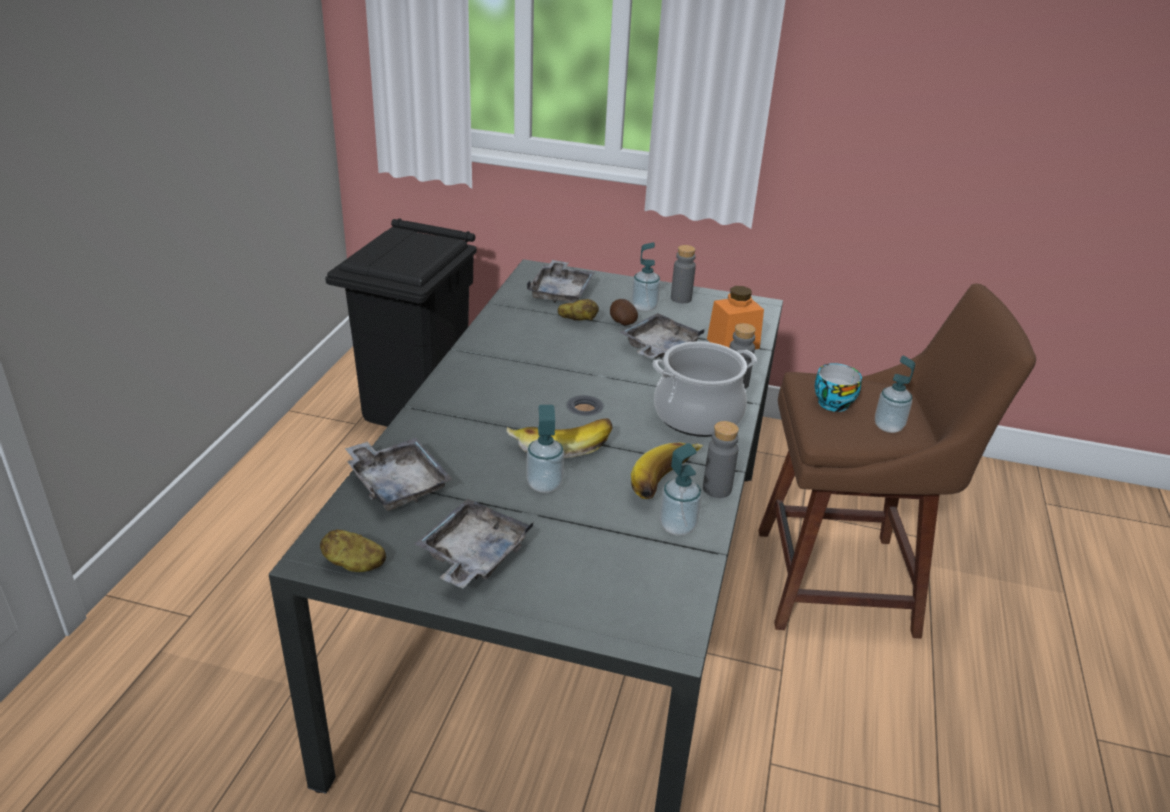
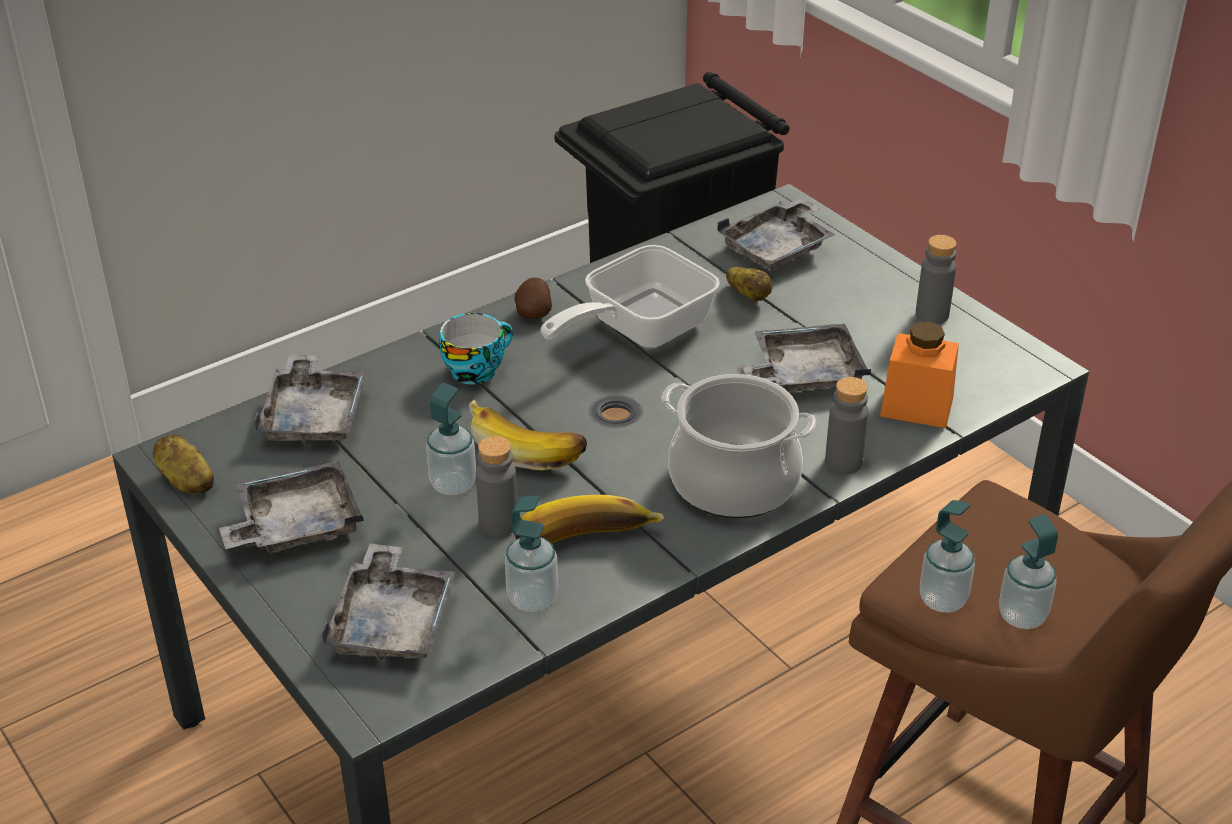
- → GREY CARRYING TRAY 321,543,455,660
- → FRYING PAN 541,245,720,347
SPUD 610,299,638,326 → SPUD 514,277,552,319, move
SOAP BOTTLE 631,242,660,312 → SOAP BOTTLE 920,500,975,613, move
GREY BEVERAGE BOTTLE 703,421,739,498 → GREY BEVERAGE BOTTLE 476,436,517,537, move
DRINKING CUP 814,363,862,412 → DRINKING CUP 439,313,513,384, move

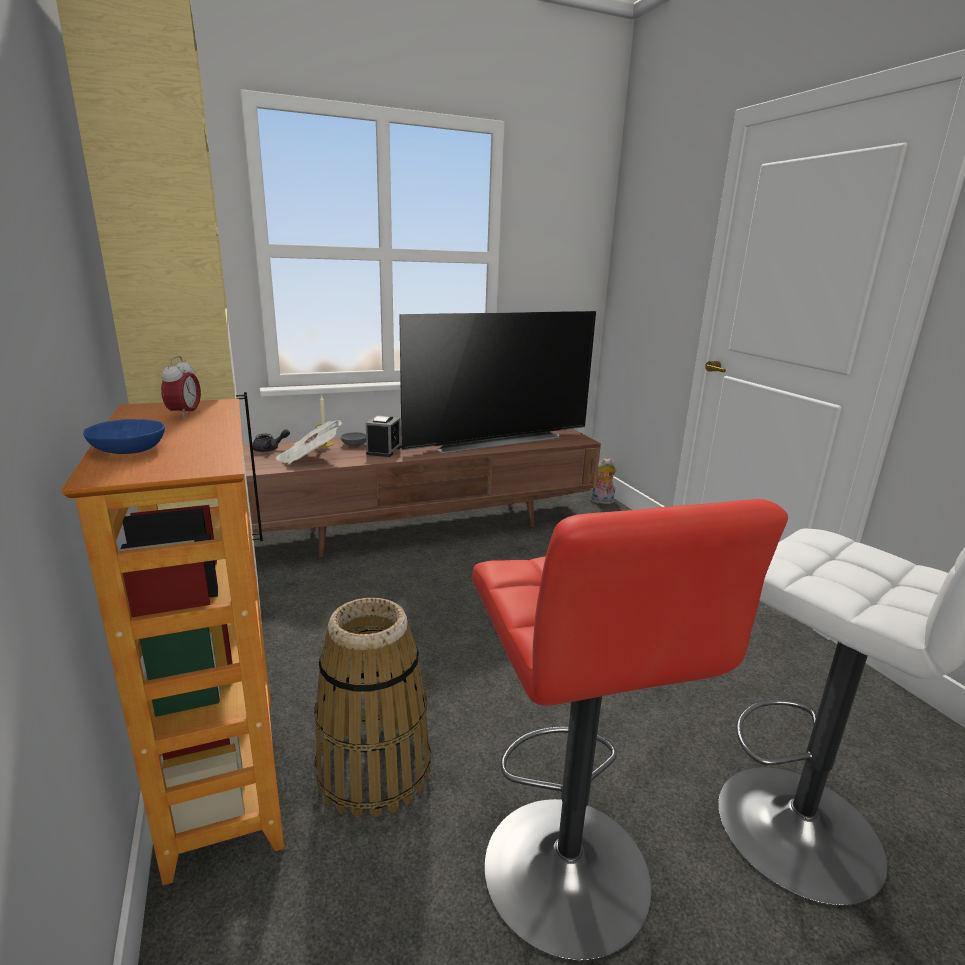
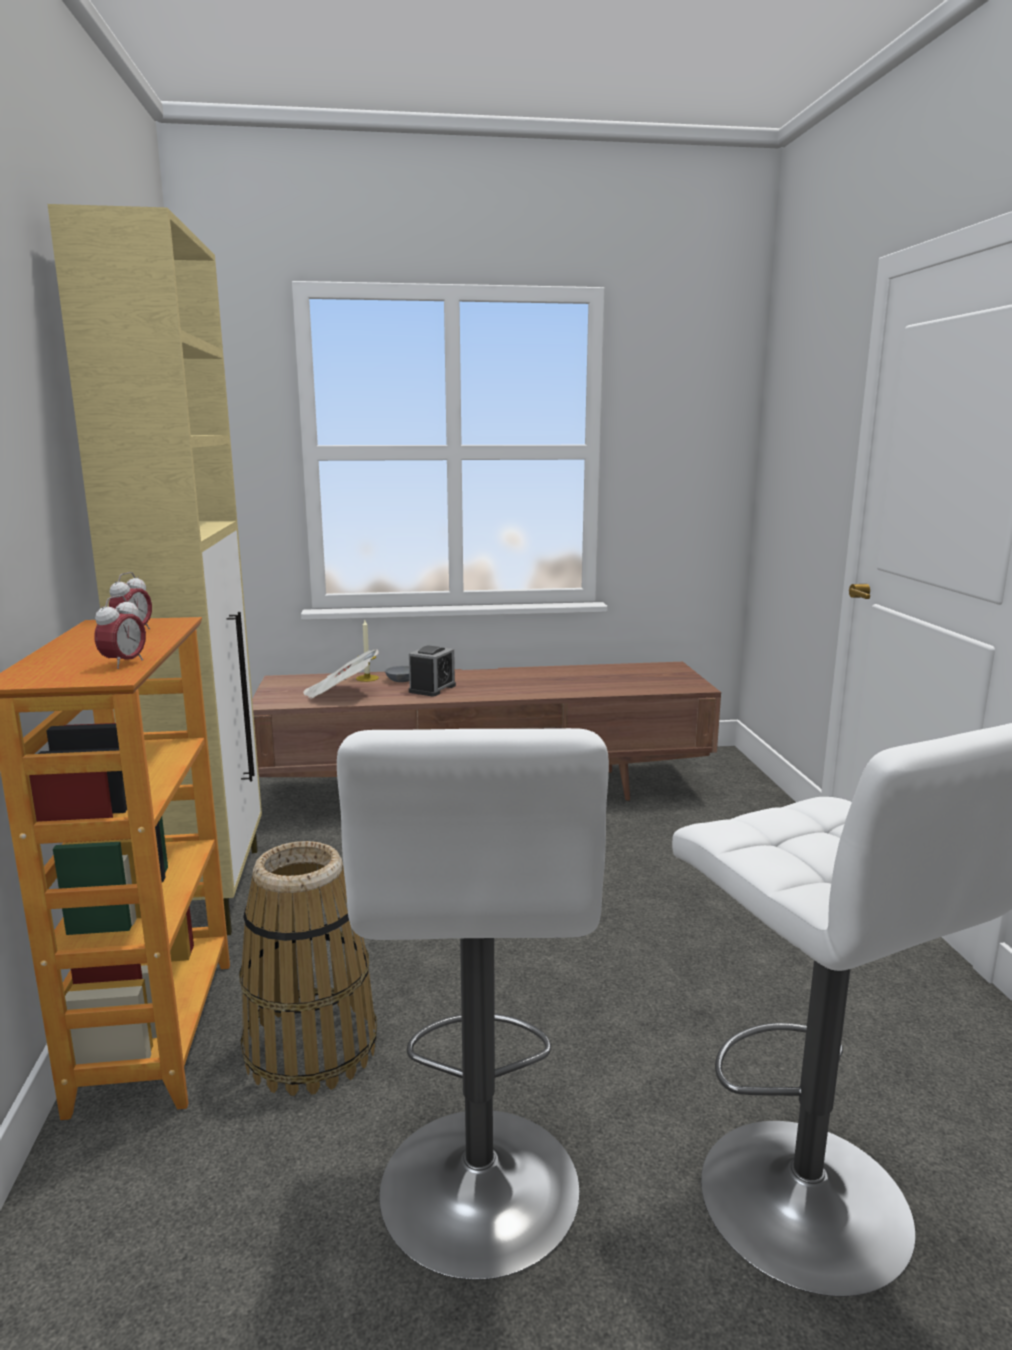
BLUISH SERVING BOWL 83,419,165,454 → -
GREY TEA POT 252,429,290,452 → -
TV 399,311,596,453 → -
PLUSH TOY 591,458,616,504 → -
- → BEDSIDE CLOCK 95,595,146,669
RED STOOL SEAT 472,499,788,960 → WHITE-COLOURED STOOL SEAT 337,728,609,1280

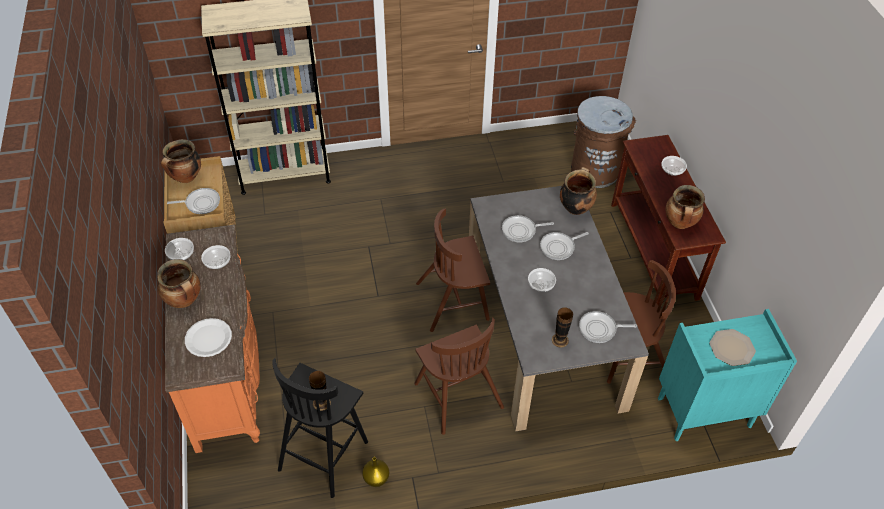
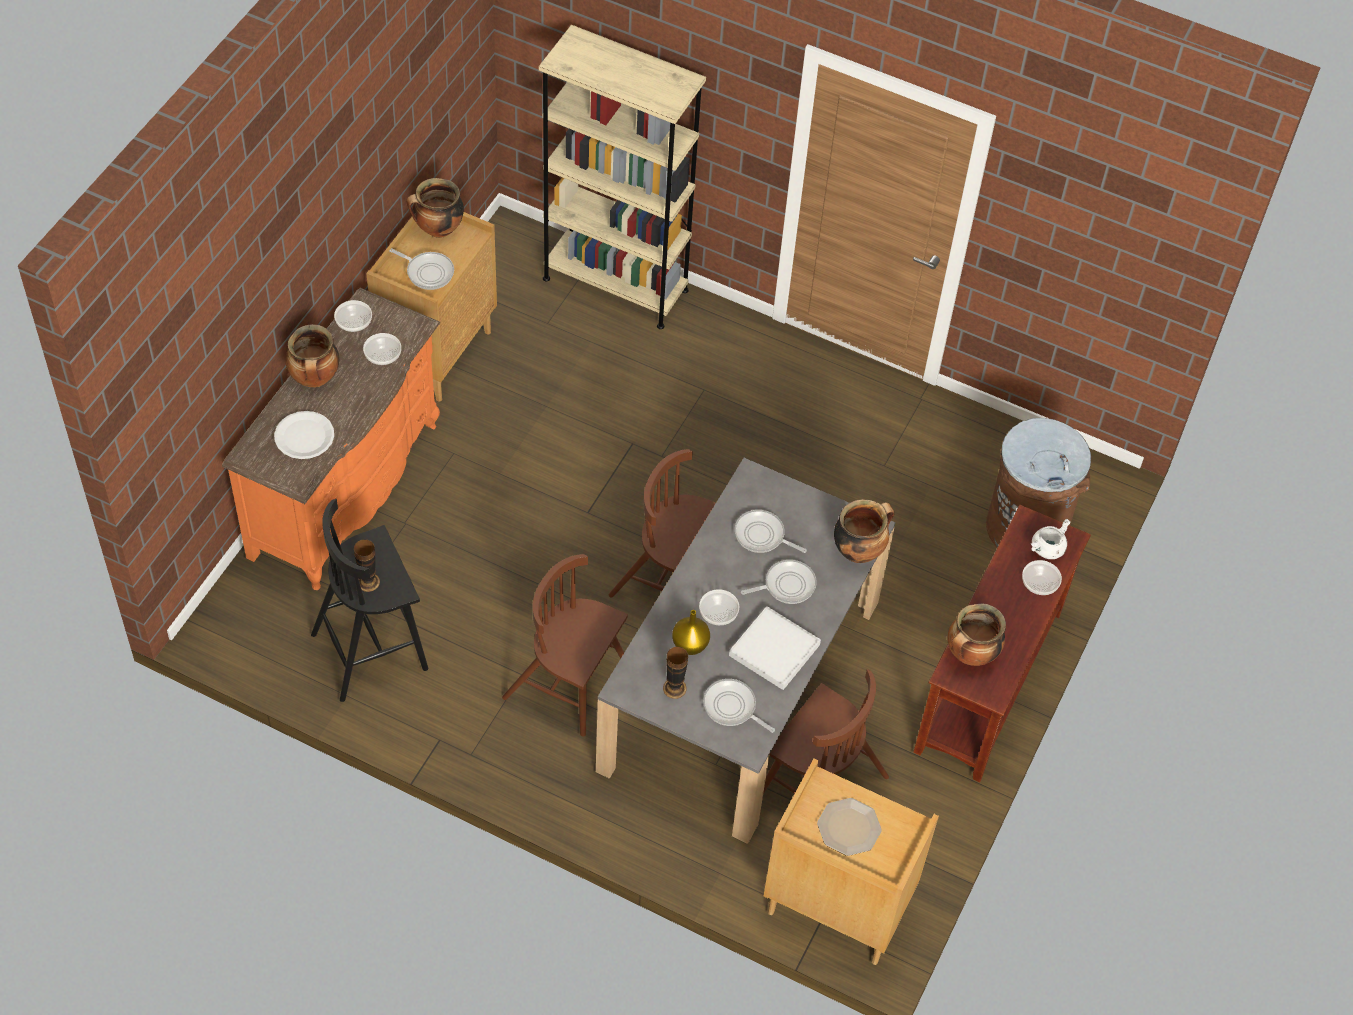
- → WHITE-COLOURED CARRYING TRAY 729,606,821,690
- → WHITE-COLOURED STOCKPOT 1031,518,1071,559
YELLOWISH VASE 362,457,389,487 → YELLOWISH VASE 672,610,710,655, move
BLUE-GREEN STORAGE CABINET 658,309,797,441 → BROWN STORAGE CABINET 764,759,939,965
BROWN UPRIGHT CHAIR 414,317,504,435 → BROWN UPRIGHT CHAIR 502,554,628,736, 105 degrees clockwise
FRYING PAN 540,232,589,260 → FRYING PAN 741,560,817,604, 150 degrees clockwise

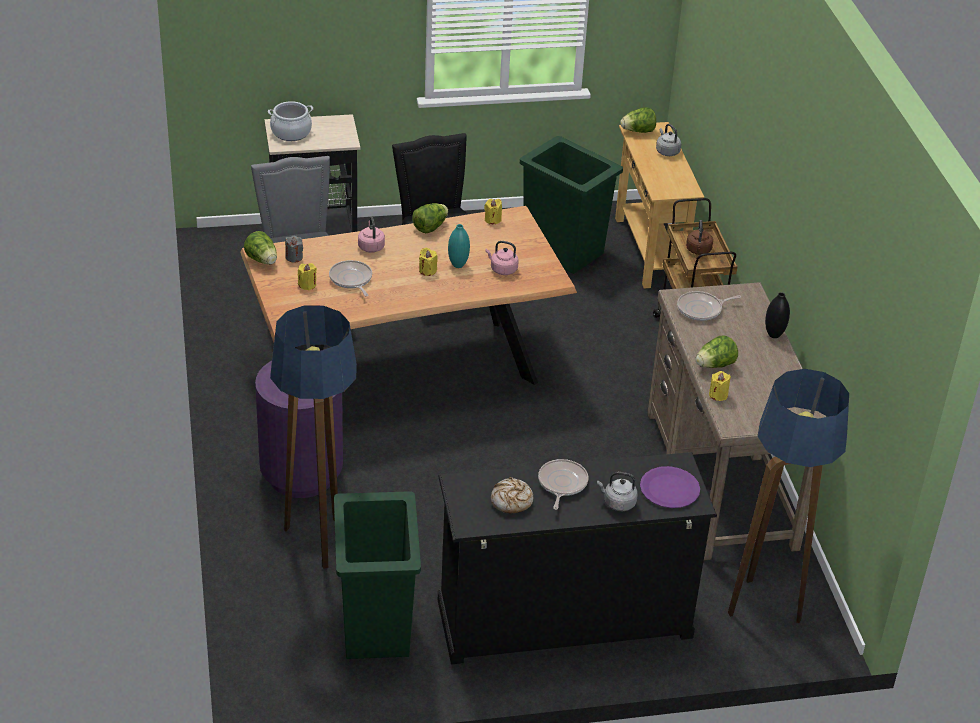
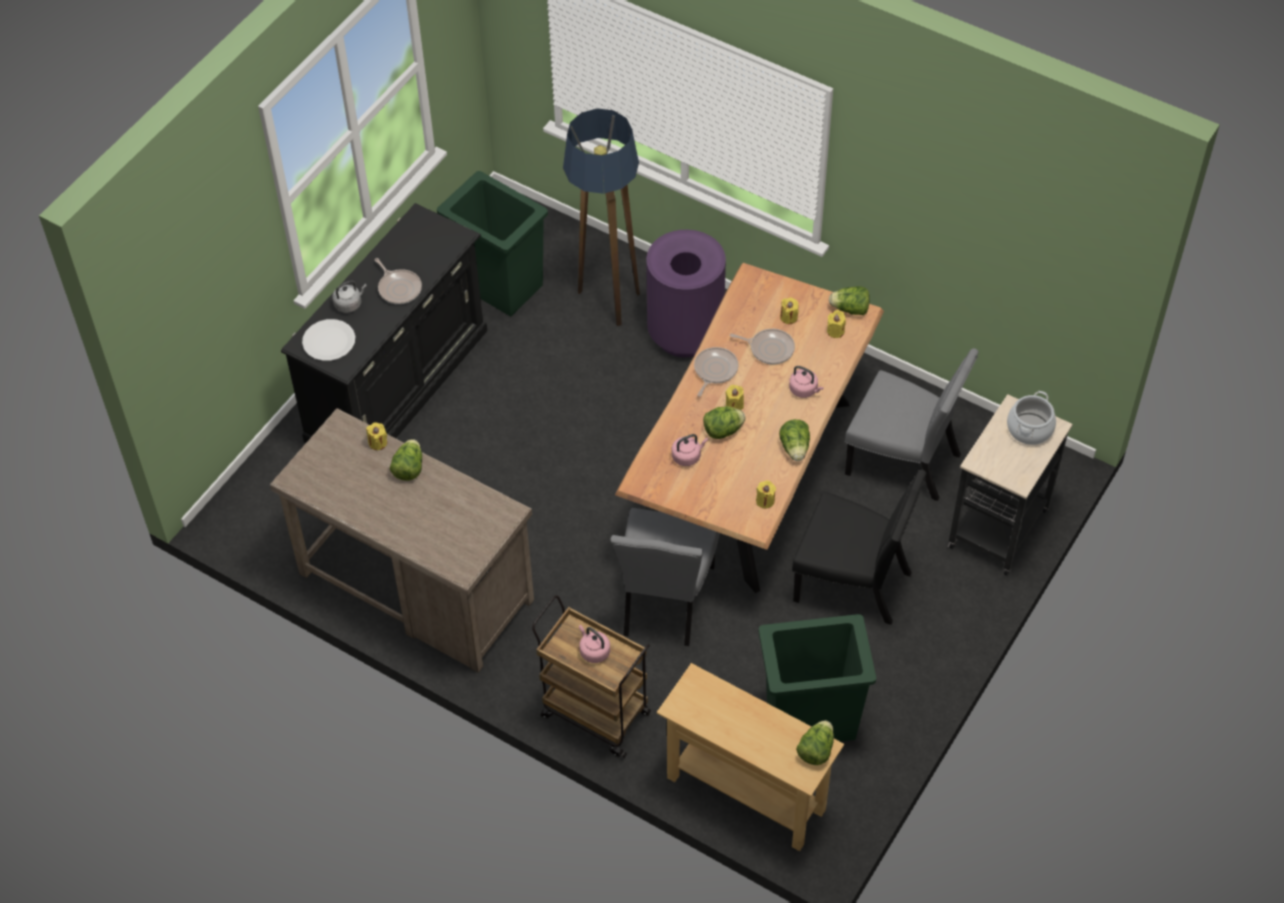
BAKERY BREAD 491,477,533,513 → -
GREY TEA KETTLE 656,124,681,156 → -
STANDARD LAMP 728,369,849,623 → -
BLACKISH VASE 765,292,790,338 → -
- → GREY UPRIGHT CHAIR 610,508,720,646
FRYING PAN 677,291,741,321 → FRYING PAN 694,347,739,397, move
BLUE-GREEN VASE 448,224,470,268 → LETTUCE 703,406,746,439
GREY WAX CANDLE 285,236,303,262 → YELLOWISH WAX CANDLE 827,310,846,338
PURPLE DINNER PLATE 640,466,700,508 → WHITE-COLOURED DINNER PLATE 302,319,355,361
BROWN TEA KETTLE 686,220,713,255 → PINK TEA KETTLE 579,625,610,663

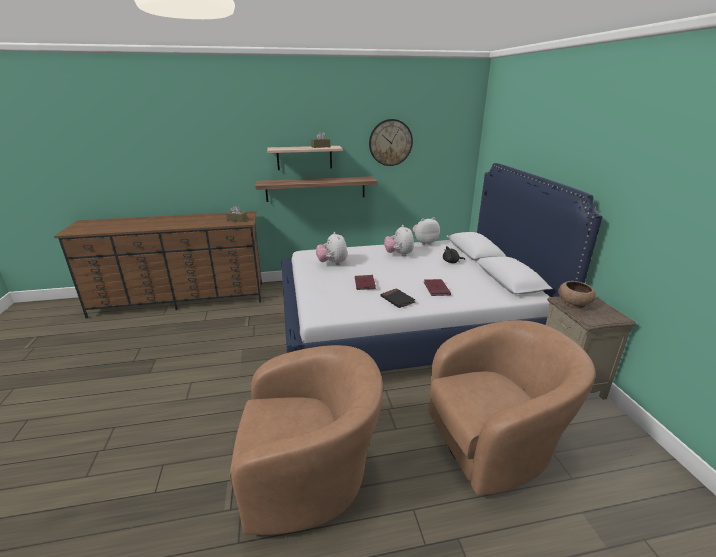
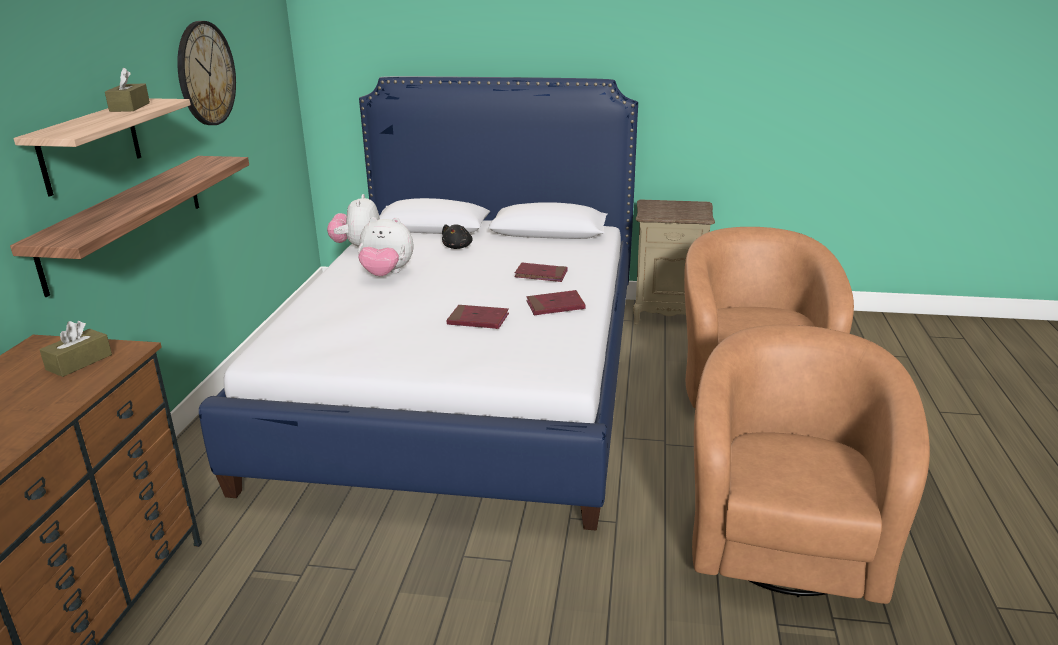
PLUSH TOY 316,232,348,265 → -
BROWN SERVING BOWL 558,281,596,309 → -
BLACKISH BOOK 381,288,415,308 → RED BOOK 527,290,585,315

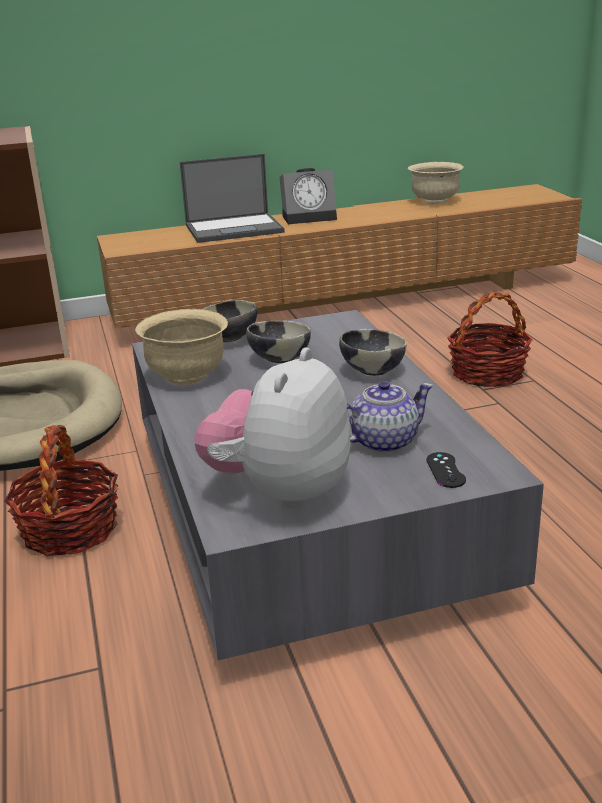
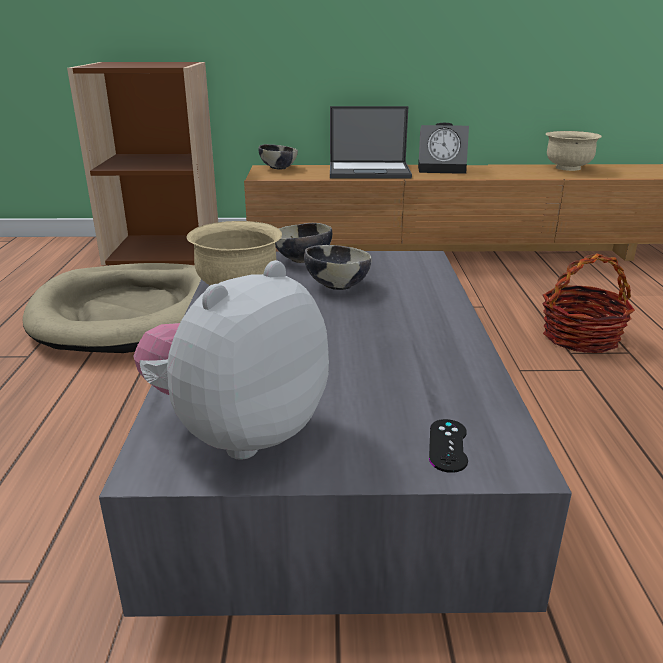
STORAGE BASKET 4,425,118,556 → -
TEA POT 347,381,434,453 → -
SERVING BOWL 339,329,407,376 → SERVING BOWL 258,144,298,170, move

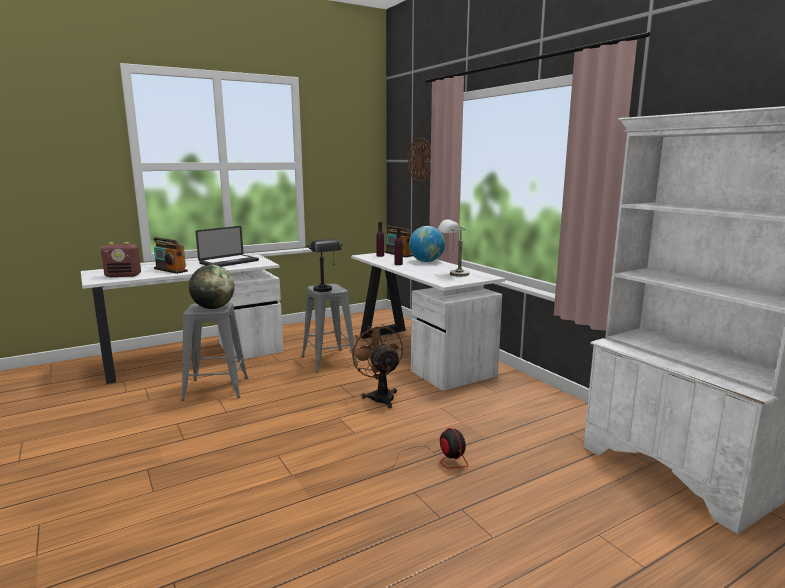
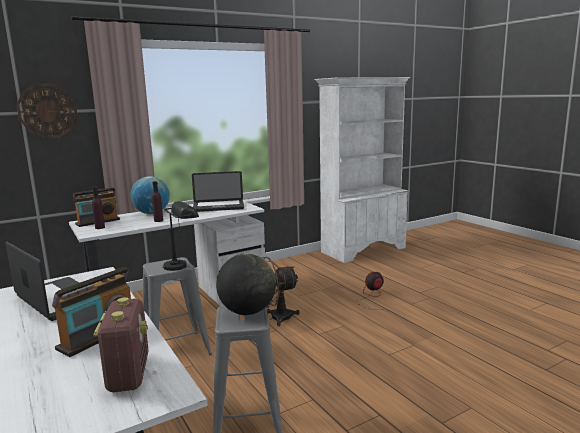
GREY TABLE LAMP 438,219,469,277 → PORTABLE COMPUTER 192,171,244,212

